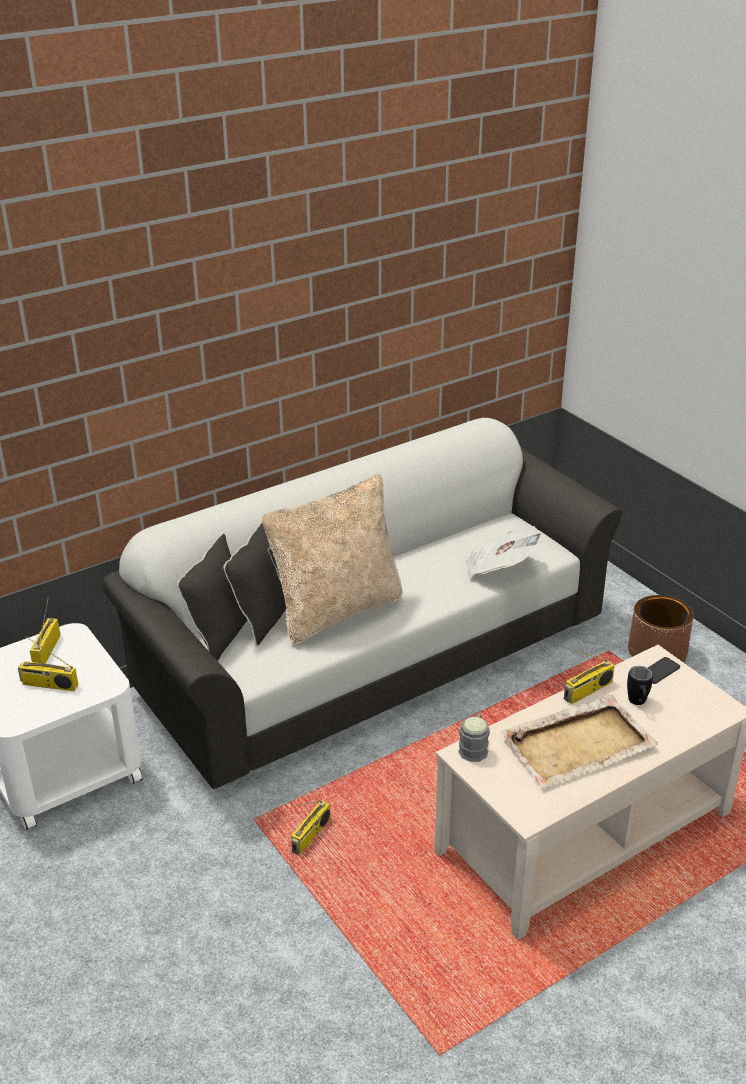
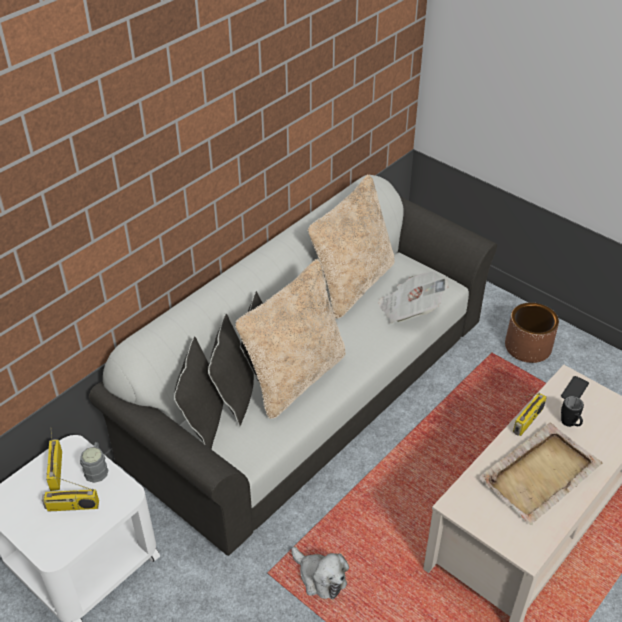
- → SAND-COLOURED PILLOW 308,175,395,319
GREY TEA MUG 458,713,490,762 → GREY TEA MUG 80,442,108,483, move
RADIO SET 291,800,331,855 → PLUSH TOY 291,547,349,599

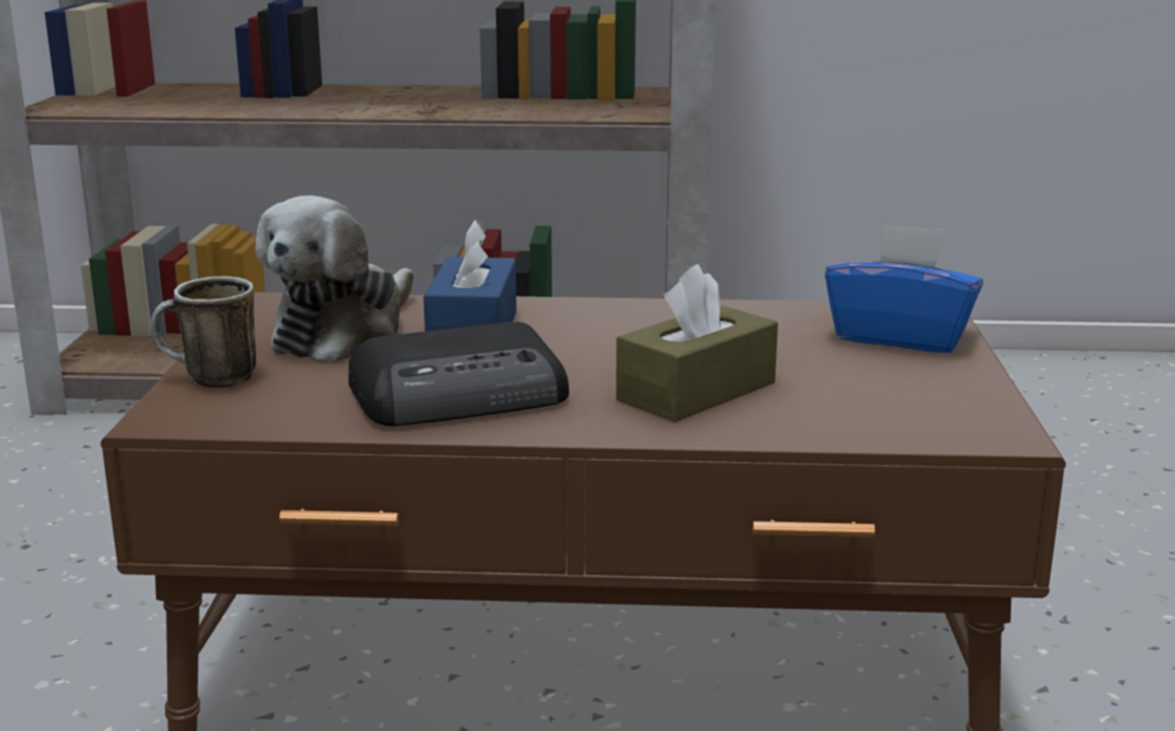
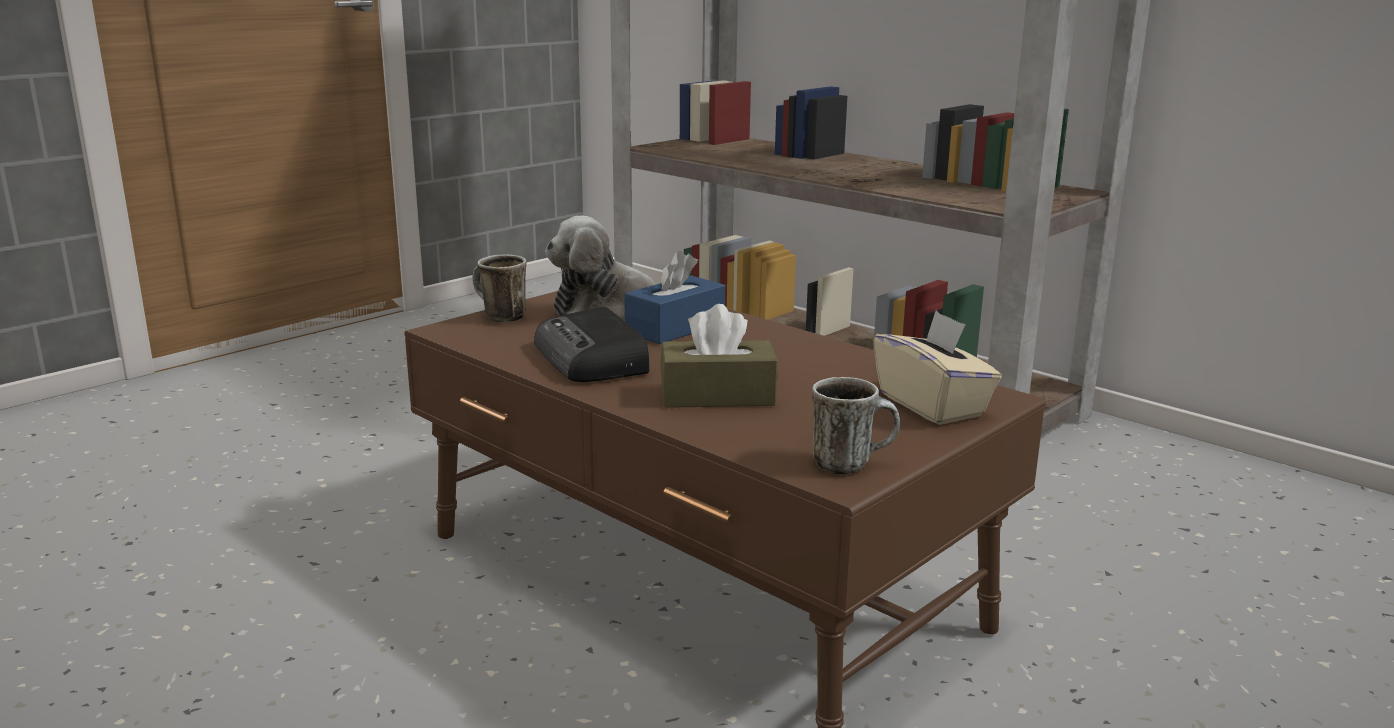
- → TEA MUG 812,377,900,474
BLUISH TISSUE HOLDER 825,223,983,353 → SAND-COLOURED TISSUE HOLDER 873,310,1002,425
RADIO SET 349,322,569,426 → RADIO SET 534,307,649,382, 45 degrees clockwise

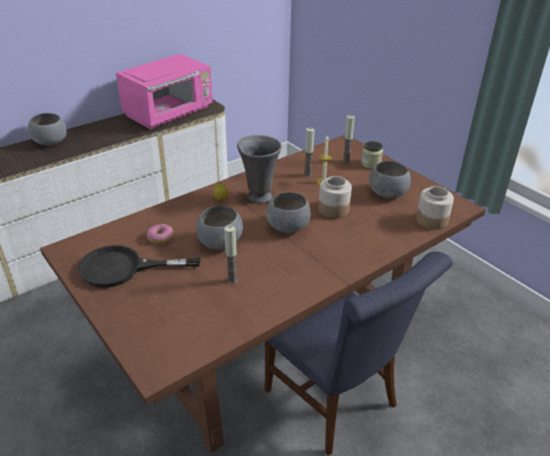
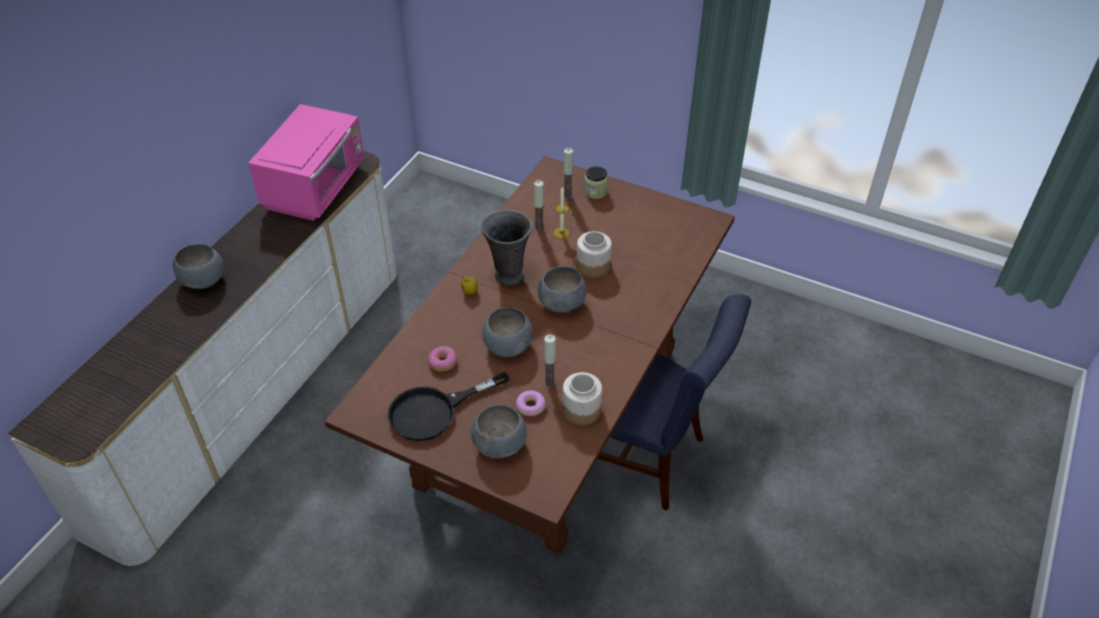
- → RING DOUGHNUT 516,391,546,416
GREY SERVING BOWL 369,161,411,198 → GREY SERVING BOWL 471,405,527,458, move
PRESERVE JAR 416,186,454,230 → PRESERVE JAR 562,372,602,425, move

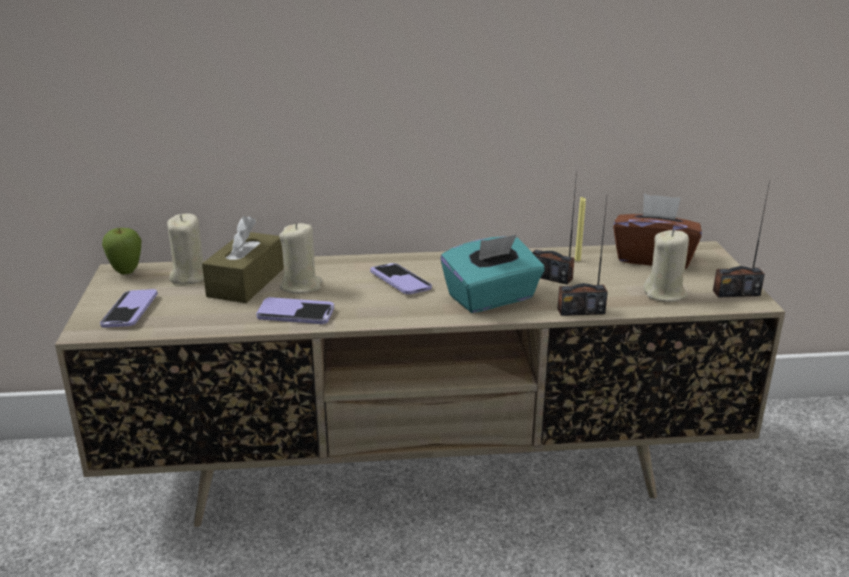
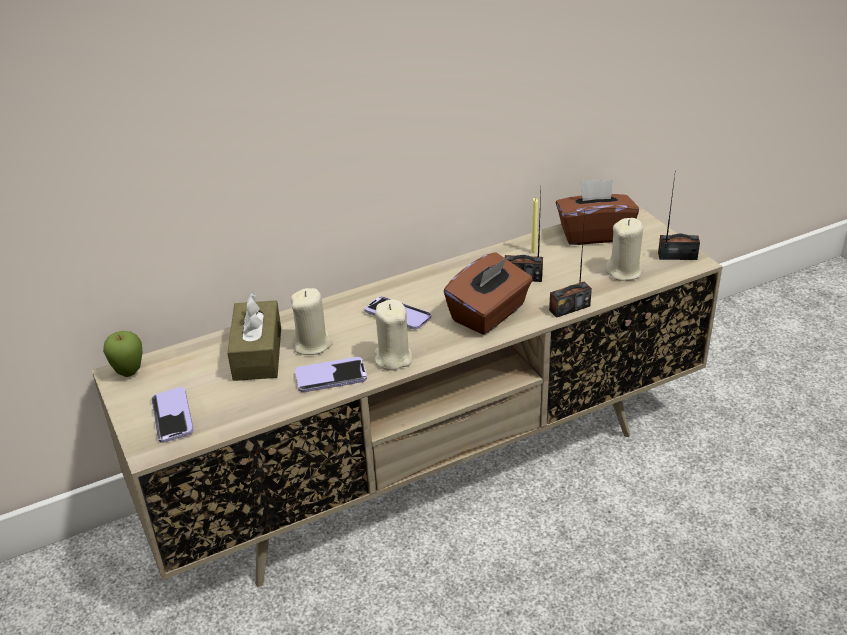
SAND-COLOURED WAX CANDLE 167,213,204,284 → SAND-COLOURED WAX CANDLE 374,300,412,370, move
BLUE-GREEN TISSUE HOLDER 441,234,545,313 → BROWN TISSUE HOLDER 444,252,533,335
RADIO SET 713,180,770,298 → RADIO SET 658,175,700,260, 150 degrees counterclockwise

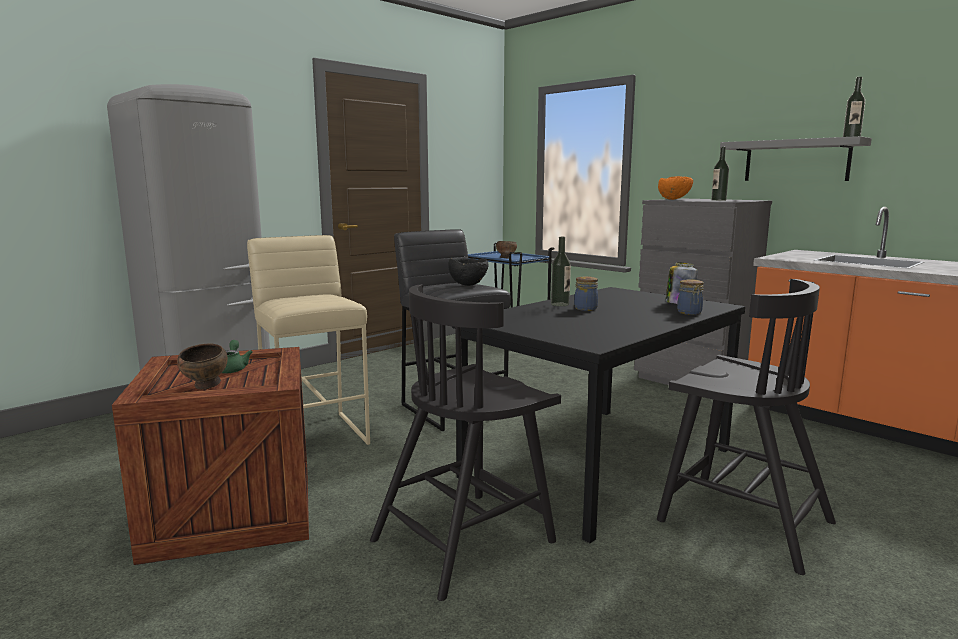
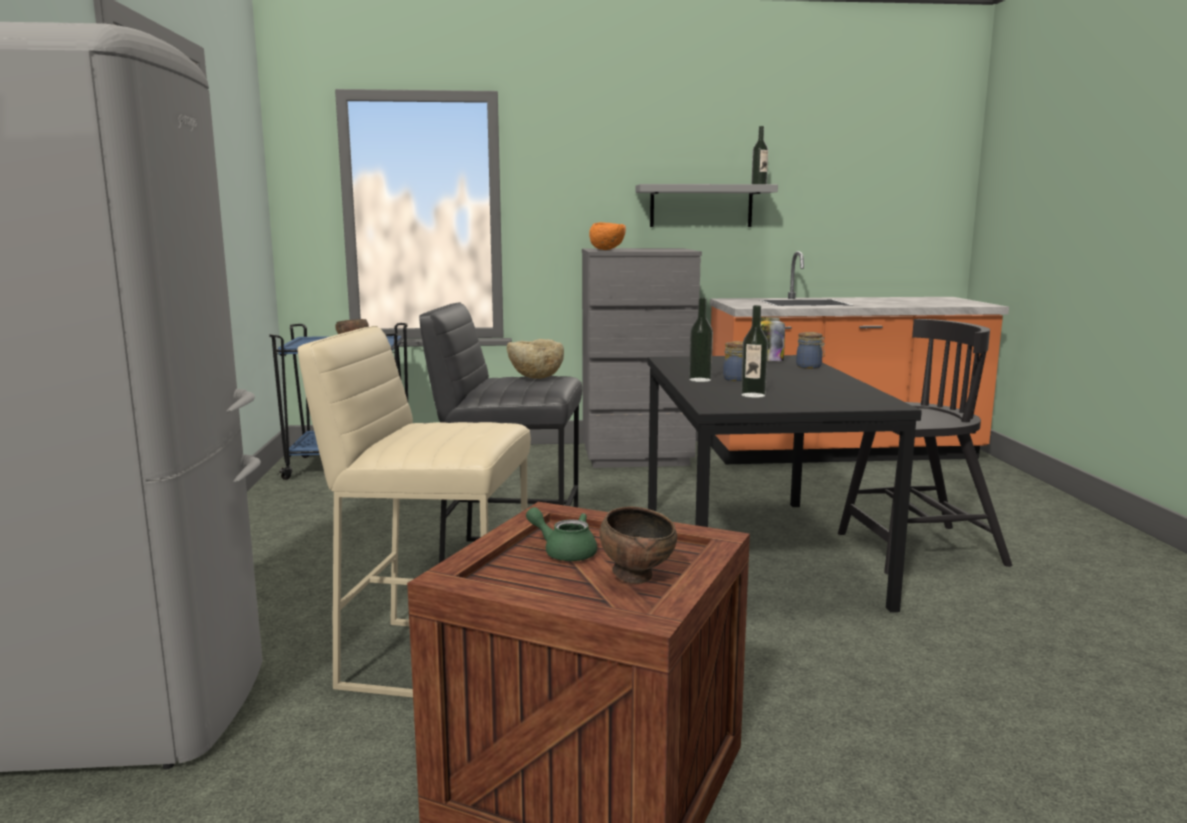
BLACKISH UPRIGHT CHAIR 370,284,561,601 → -
BEVERAGE BOTTLE 711,147,729,201 → BEVERAGE BOTTLE 741,305,768,398, move
BLACKISH SERVING BOWL 448,258,489,286 → SAND-COLOURED SERVING BOWL 507,339,564,379

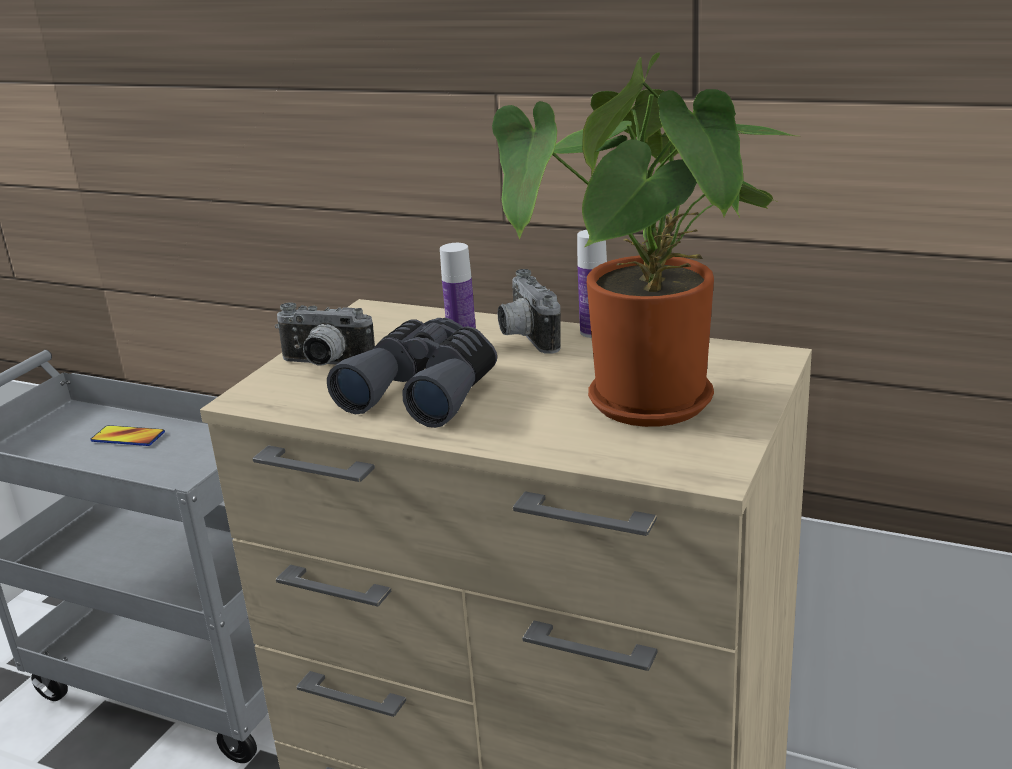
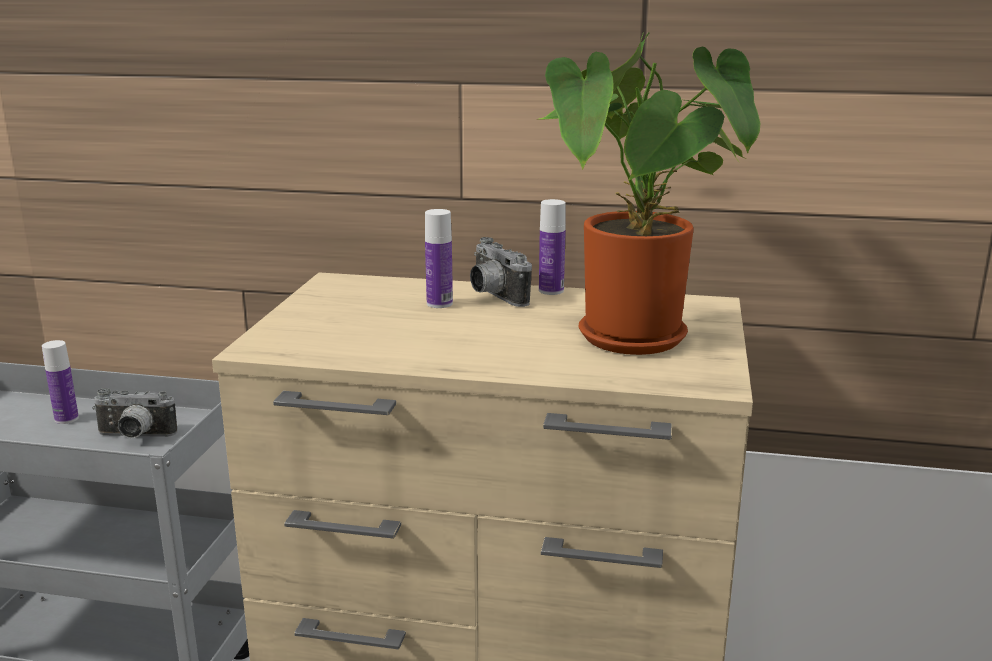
GREY FIELD GLASSES 327,317,497,428 → -
STILL CAMERA 275,302,375,366 → STILL CAMERA 92,388,178,438, move
PHONE 90,425,165,446 → BEVERAGE BOTTLE 42,340,79,424

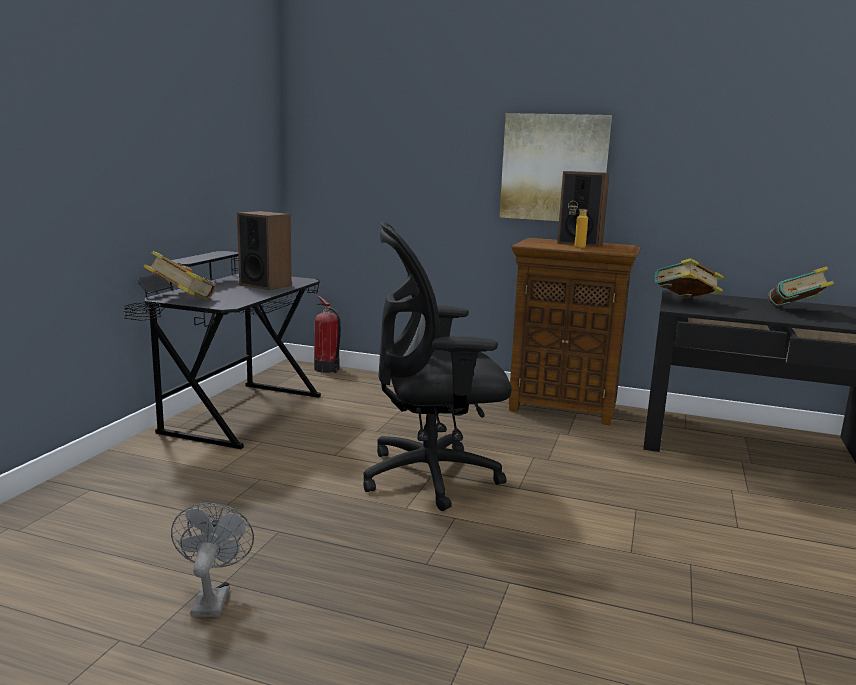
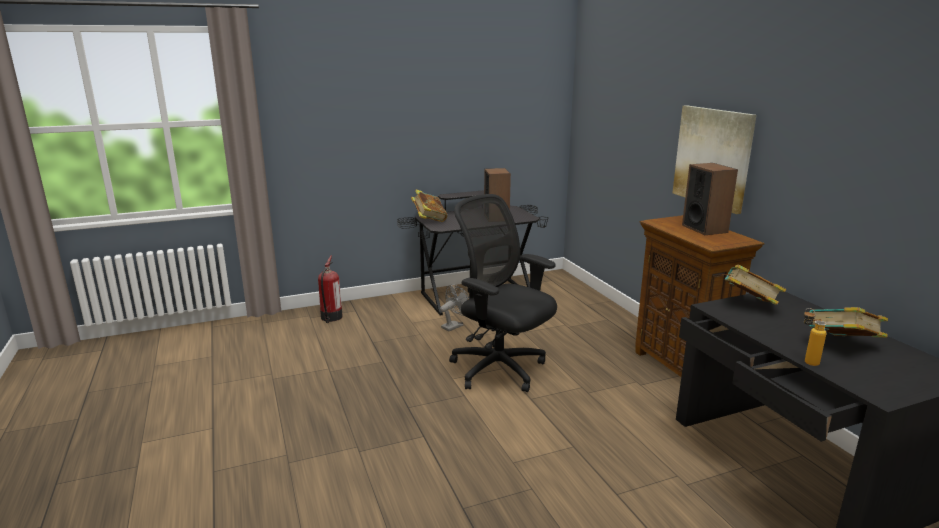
GREY ELECTRIC FAN 171,503,254,617 → GREY ELECTRIC FAN 440,284,469,331, move
FIRE-FIGHTING CYLINDER 314,296,341,373 → FIRE-FIGHTING CYLINDER 318,256,343,323, move
BEVERAGE BOTTLE 568,201,588,248 → BEVERAGE BOTTLE 804,308,827,366, move

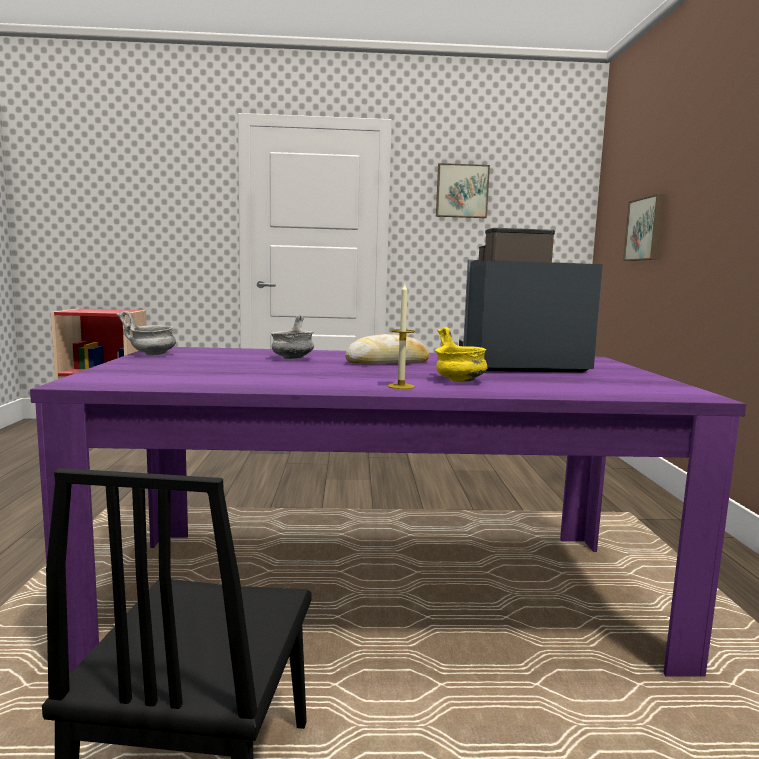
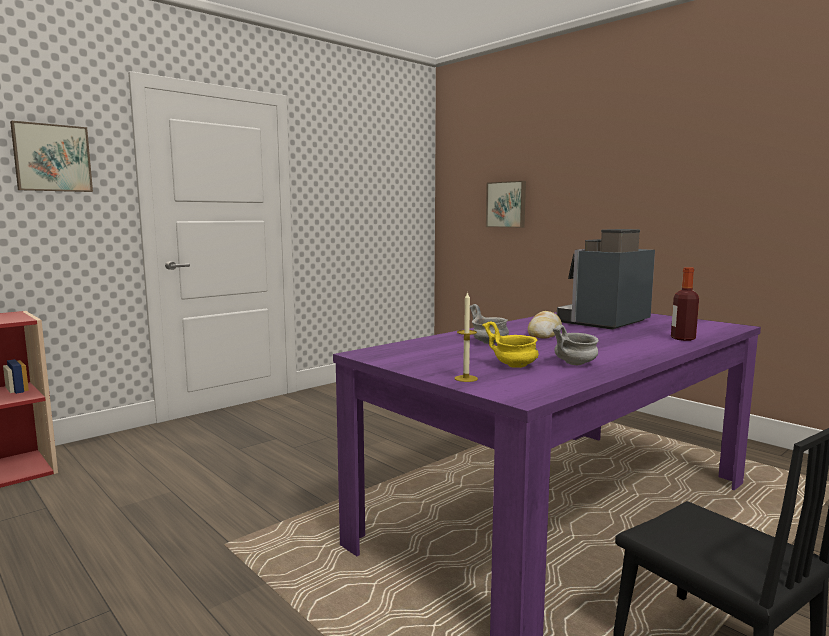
- → BEVERAGE BOTTLE 671,267,699,341
GREY SERVING BOWL 116,311,176,355 → GREY SERVING BOWL 553,325,599,365, move
WAX CANDLE 387,284,415,389 → WAX CANDLE 455,291,478,382, move
YELLOWISH SERVING BOWL 435,327,487,382 → YELLOWISH SERVING BOWL 482,321,539,368, move
WALL PICTURE 436,163,490,218 → WALL PICTURE 10,121,93,192, move

